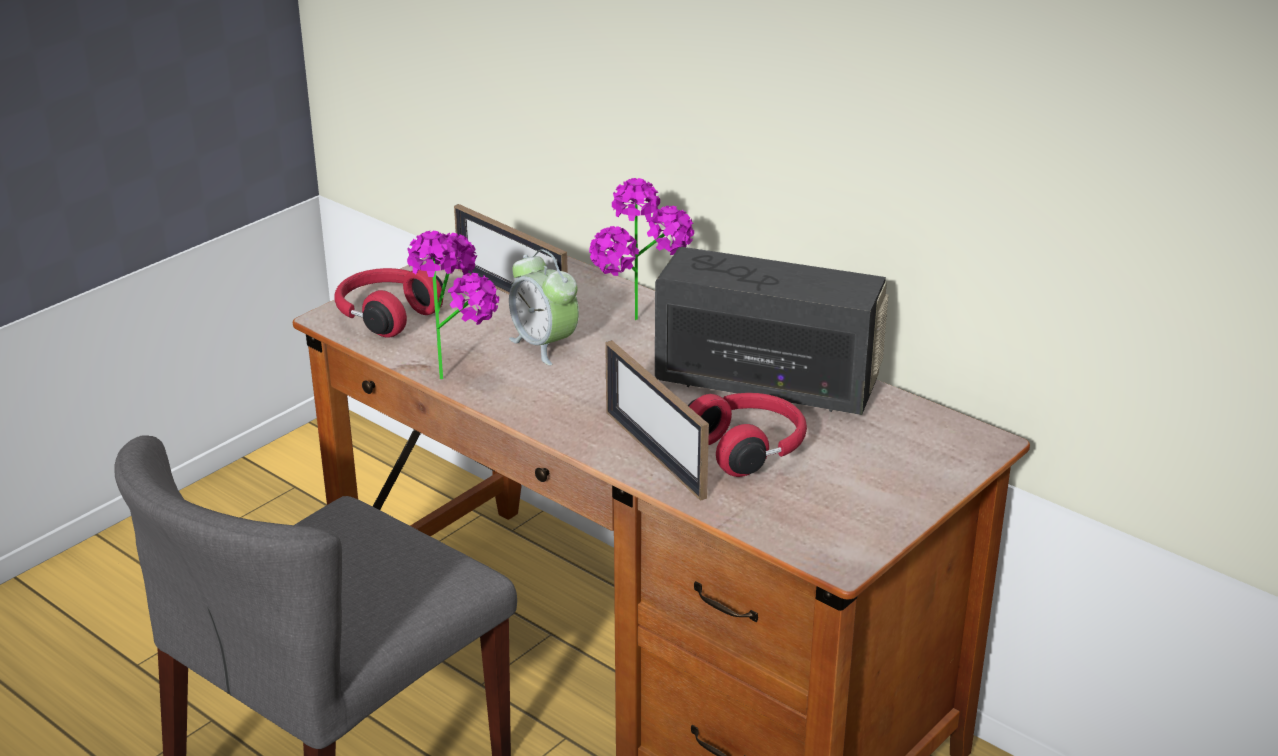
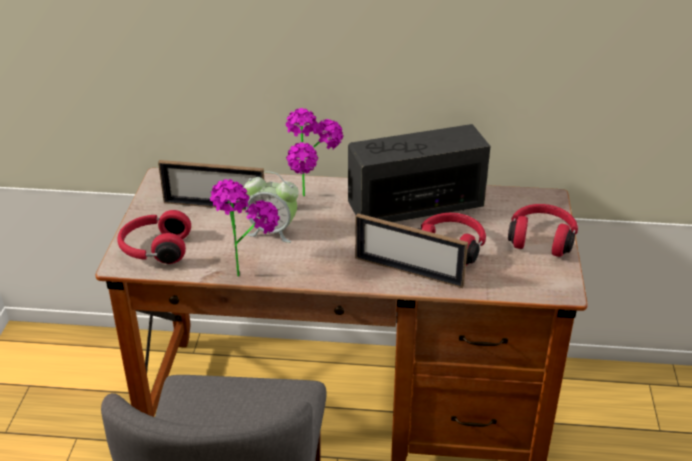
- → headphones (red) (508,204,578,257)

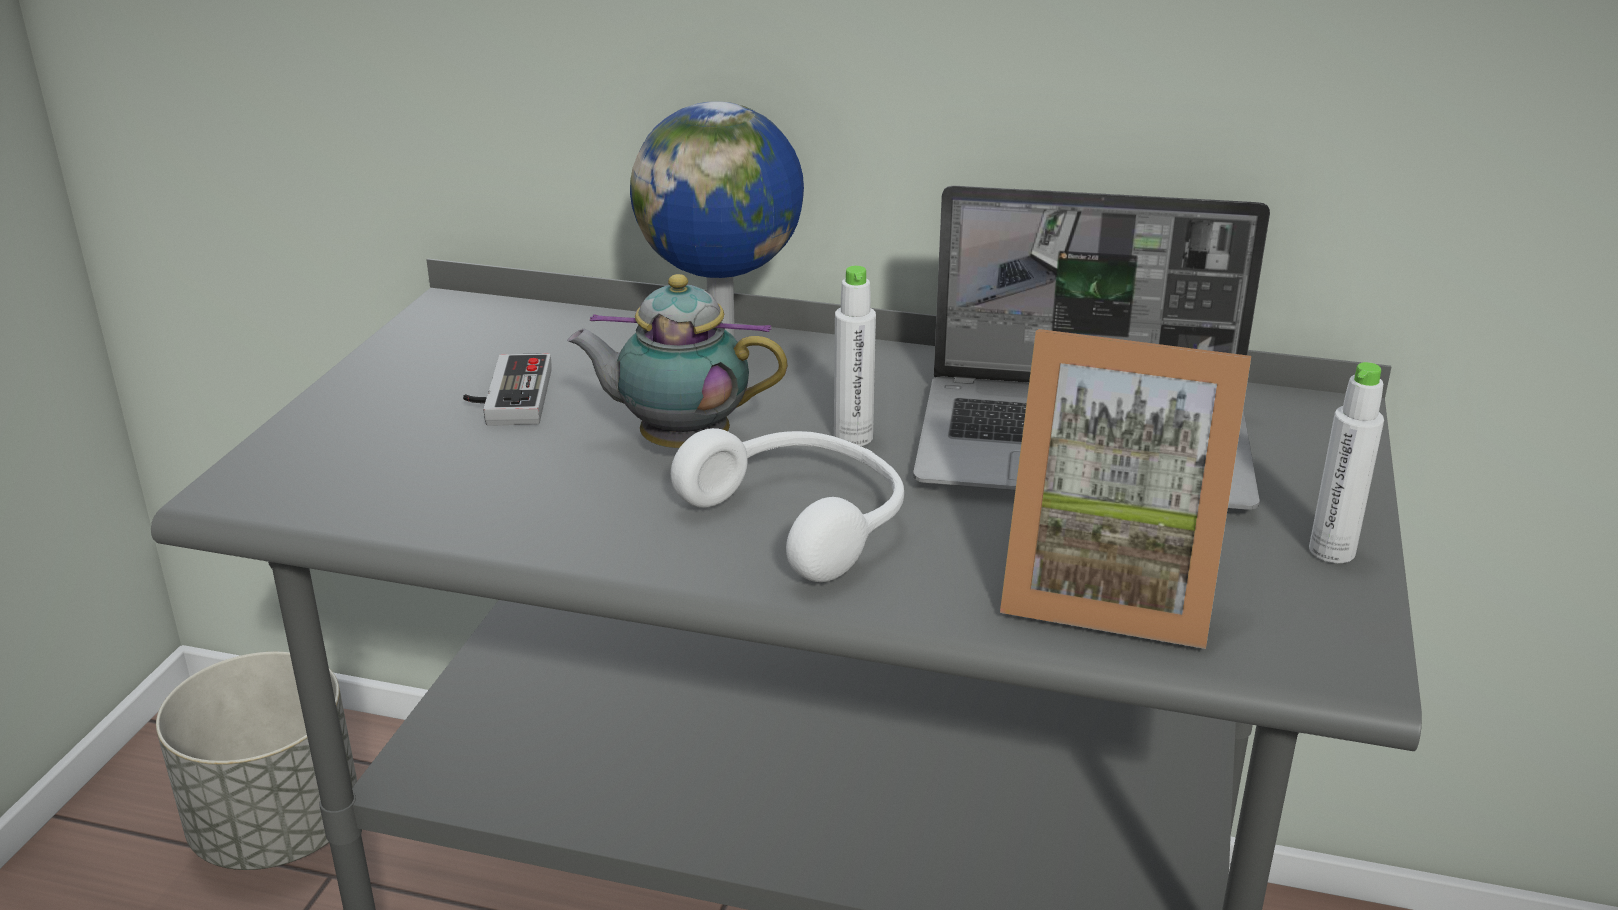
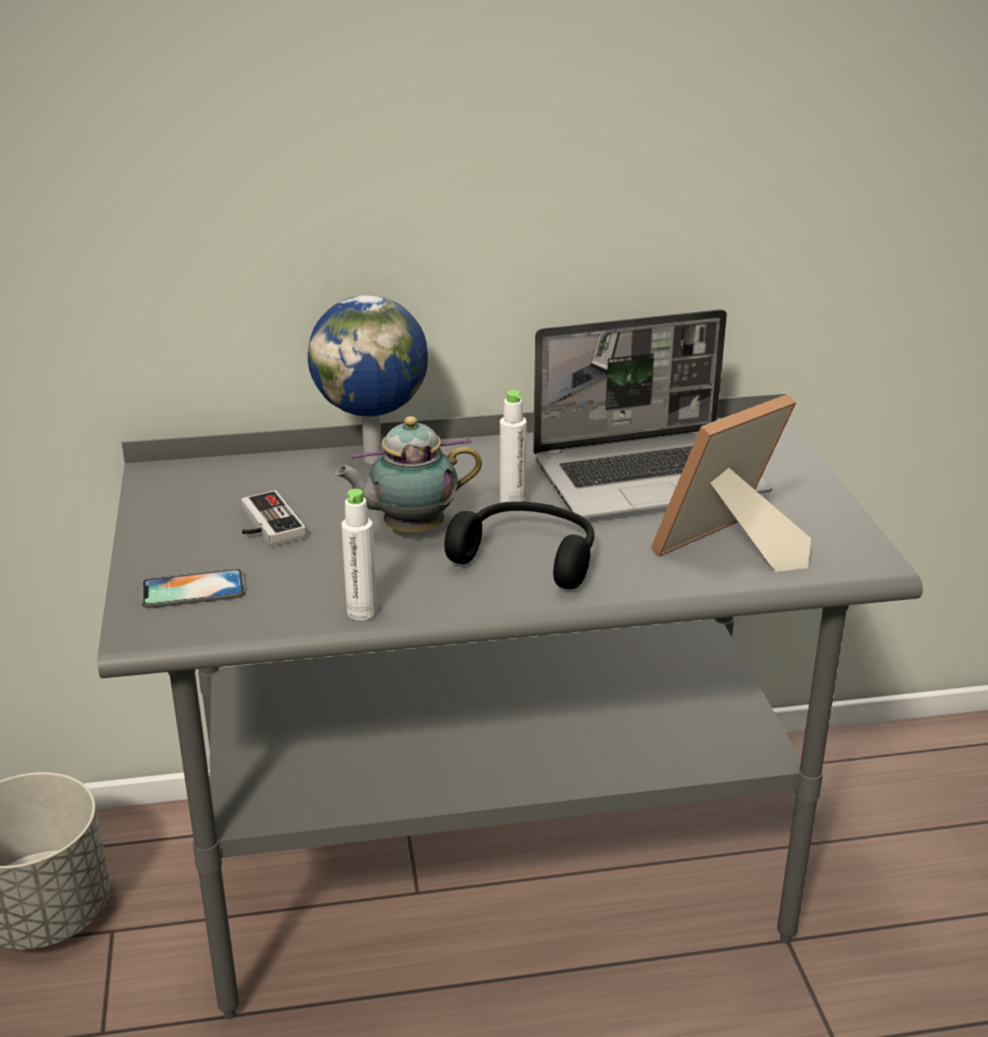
- → phone (141,568,245,608)
bottle (white) (1309,362,1384,563) → bottle (white) (341,489,377,620), move
headphones (white) (671,428,904,582) → headphones (black) (444,501,594,589)
picture frame (1000,329,1251,649) → picture frame (651,394,811,572), 150 degrees clockwise

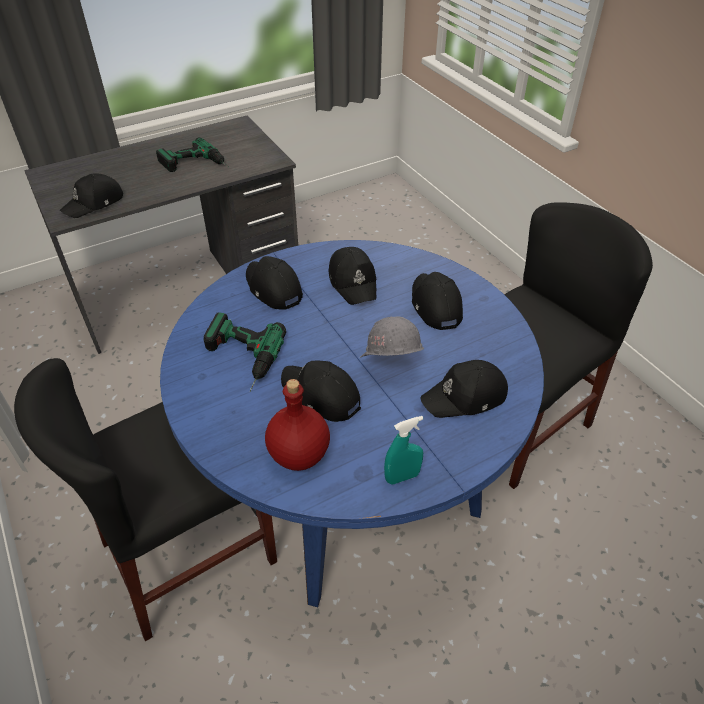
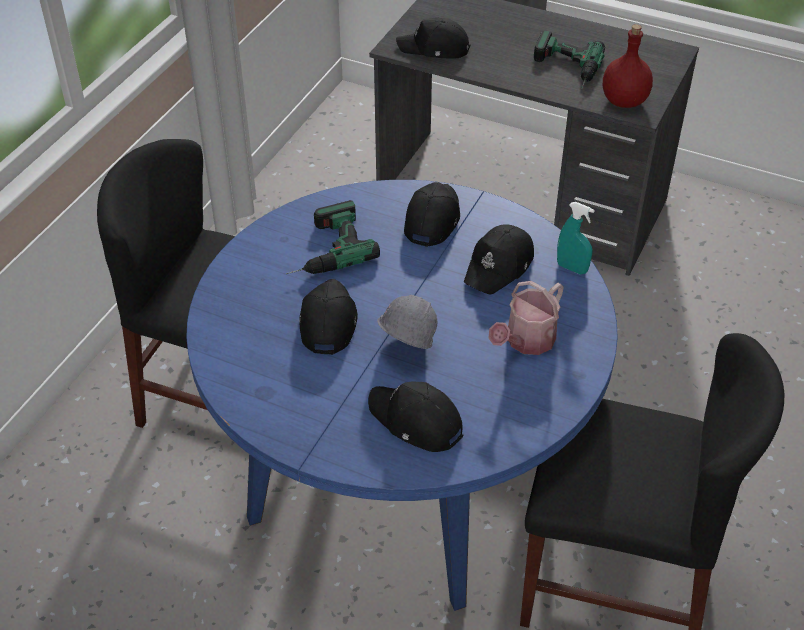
bottle (red) (265,379,330,471) → bottle (red) (603,24,653,108), move
spray bottle (turquoise) (384,416,423,485) → spray bottle (turquoise) (557,202,595,274), move
cap (black) (412,272,463,330) → watering can (489,281,564,355)

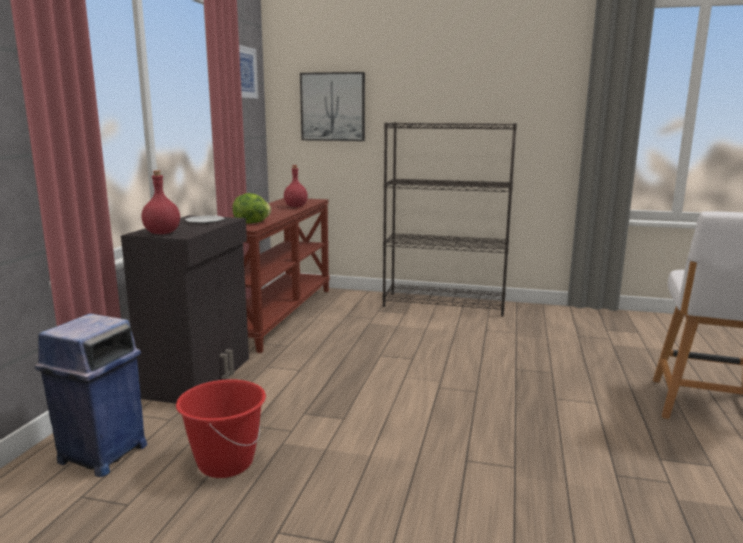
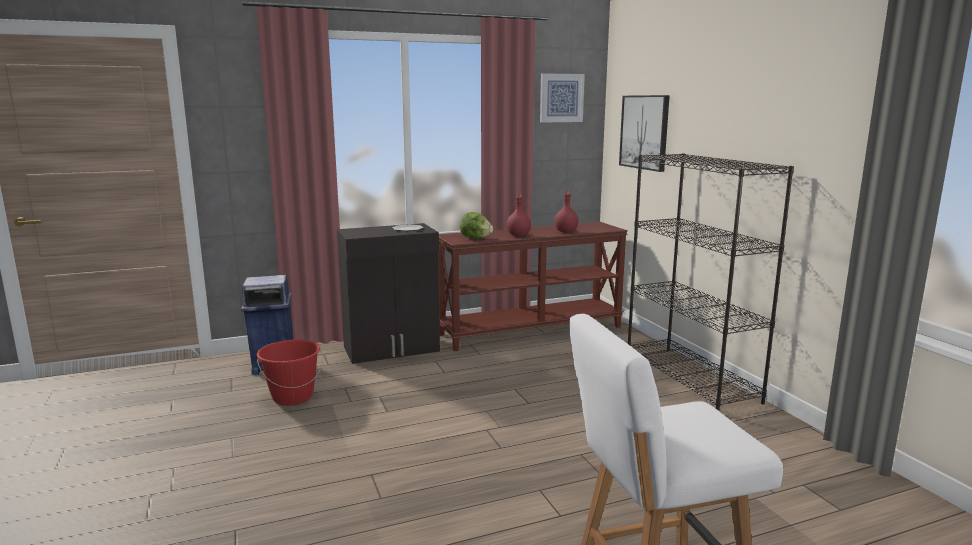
bottle (red) (142,170,180,234) → bottle (red) (507,193,531,237), move

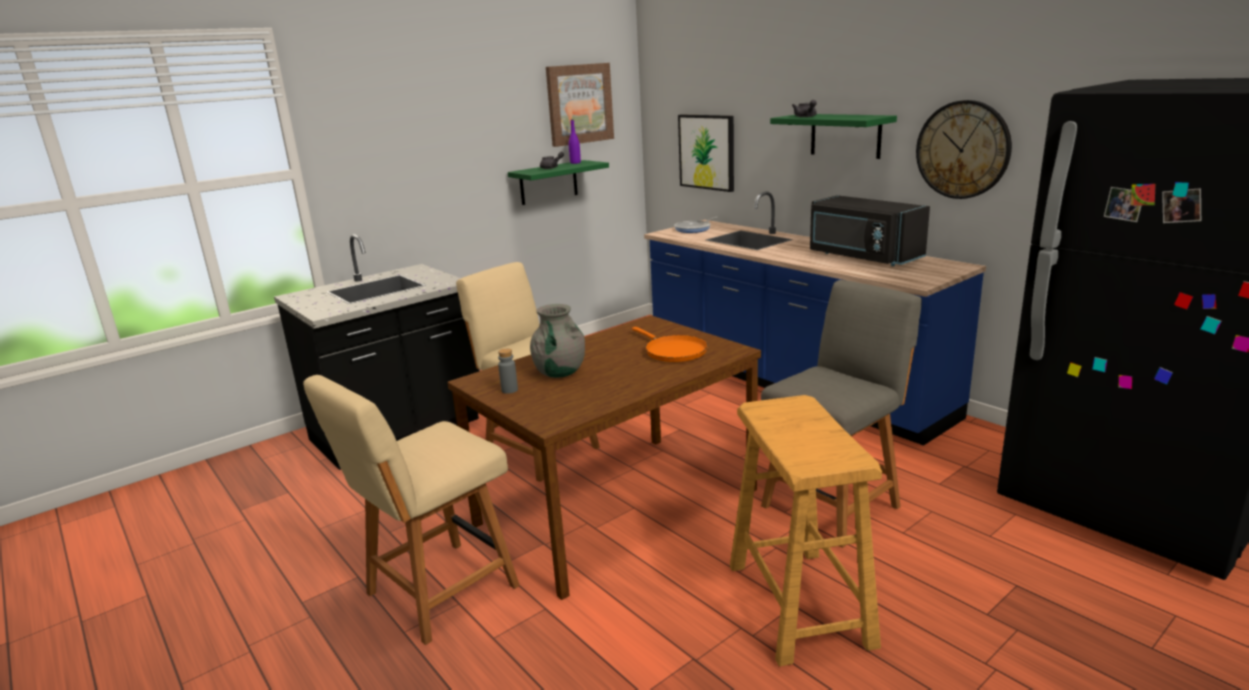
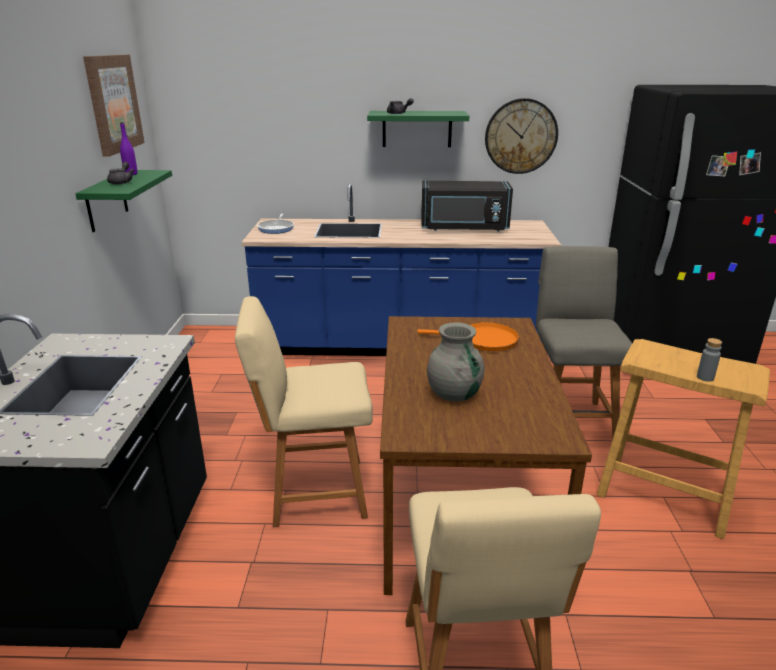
picture (678,114,734,192) → -
bottle (grey) (498,349,518,394) → bottle (grey) (697,338,722,382), move

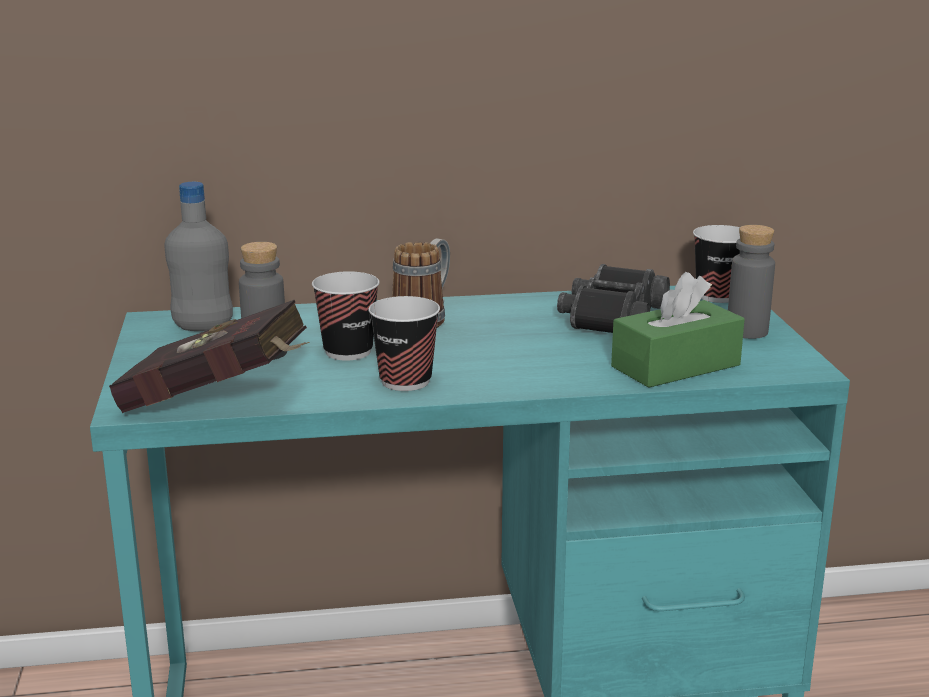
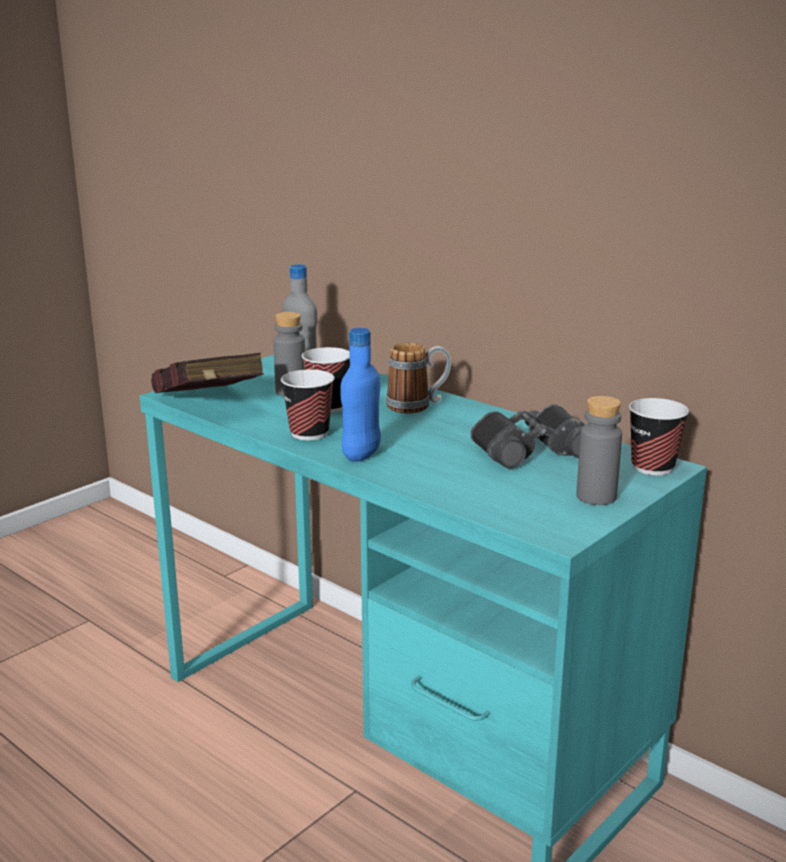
tissue box (green) (611,272,745,388) → -
- → bottle (blue) (340,328,381,462)

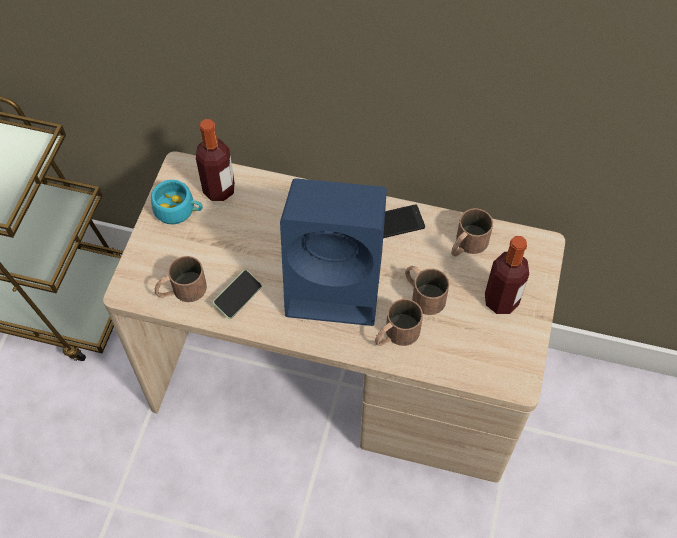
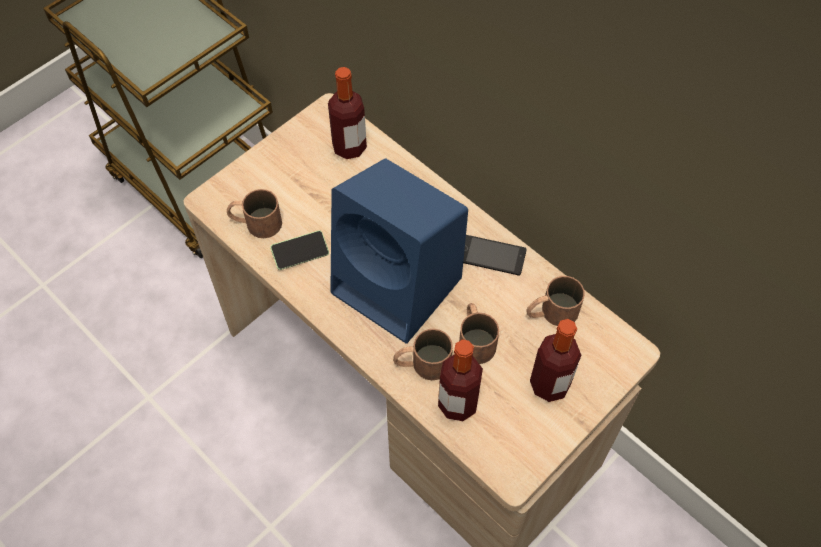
cup (turquoise) (151,180,203,224) → -
- → bottle (438,340,483,421)

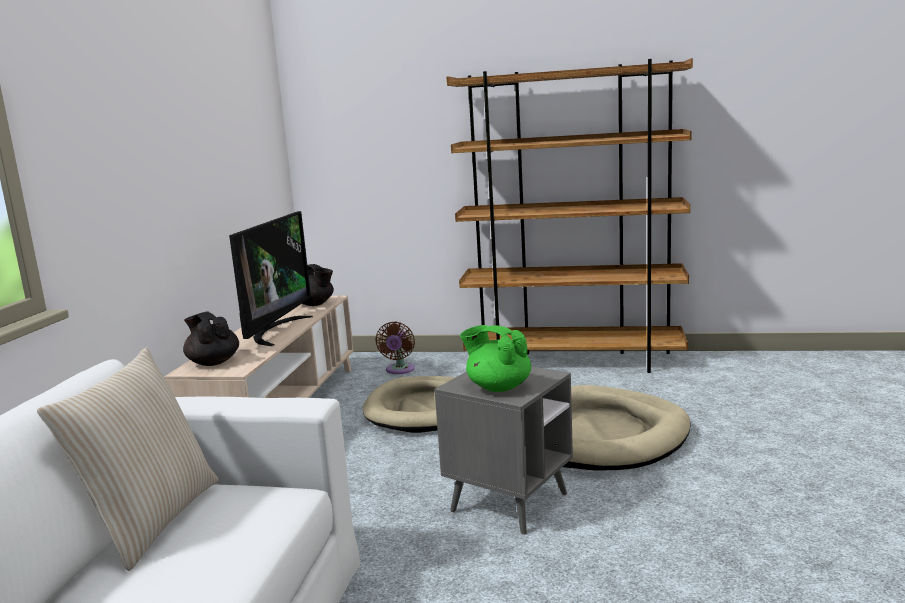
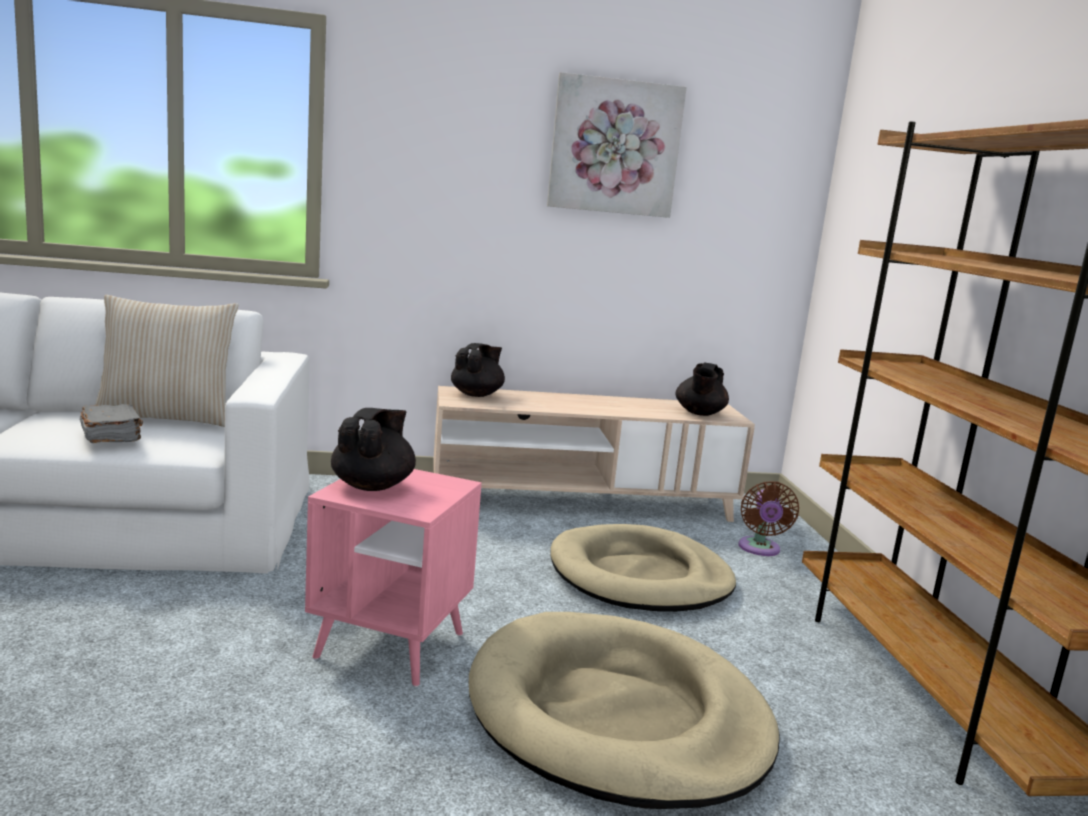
television (229,211,313,346) → -
- → book (grey) (79,404,143,443)
- → picture (547,72,687,218)
side table (grey) (435,366,573,535) → side table (pink) (305,469,482,687)
teapot (green) (460,325,531,392) → teapot (black) (331,408,416,491)
fan (brown) (375,321,415,374) → fan (brown) (738,481,799,556), 75 degrees counterclockwise

